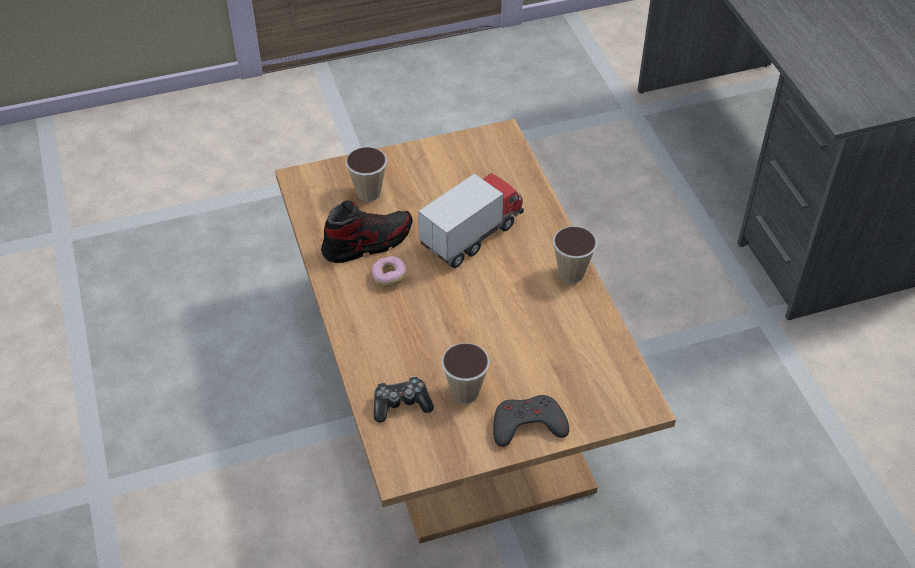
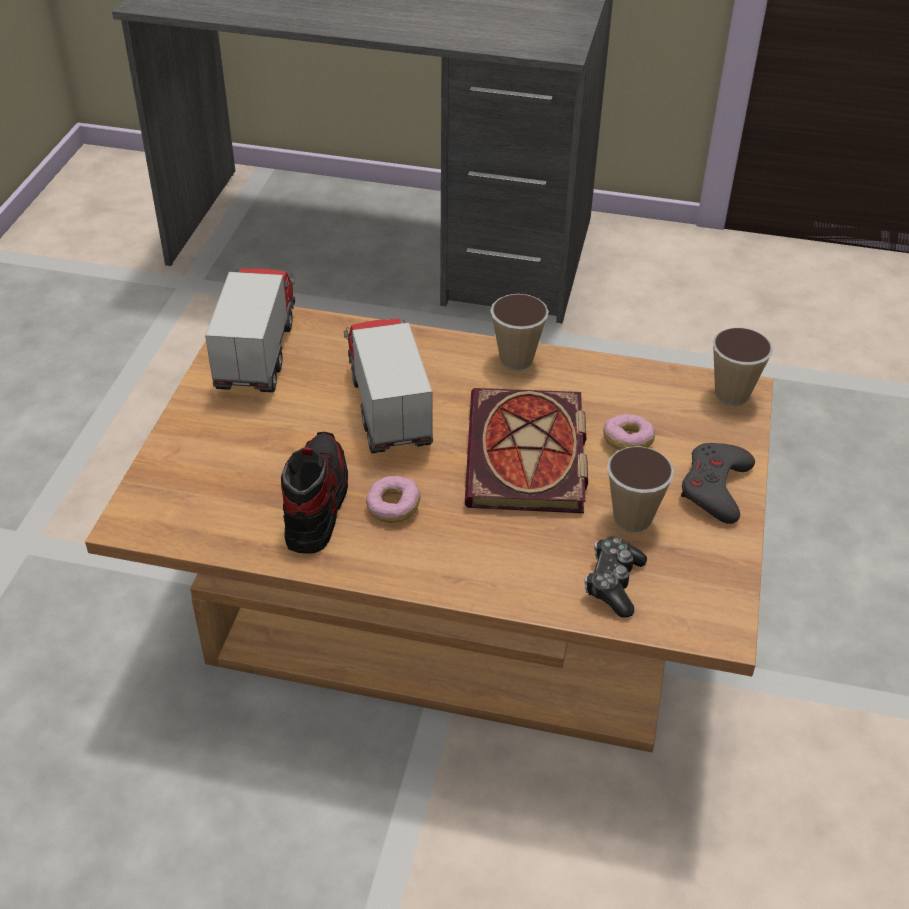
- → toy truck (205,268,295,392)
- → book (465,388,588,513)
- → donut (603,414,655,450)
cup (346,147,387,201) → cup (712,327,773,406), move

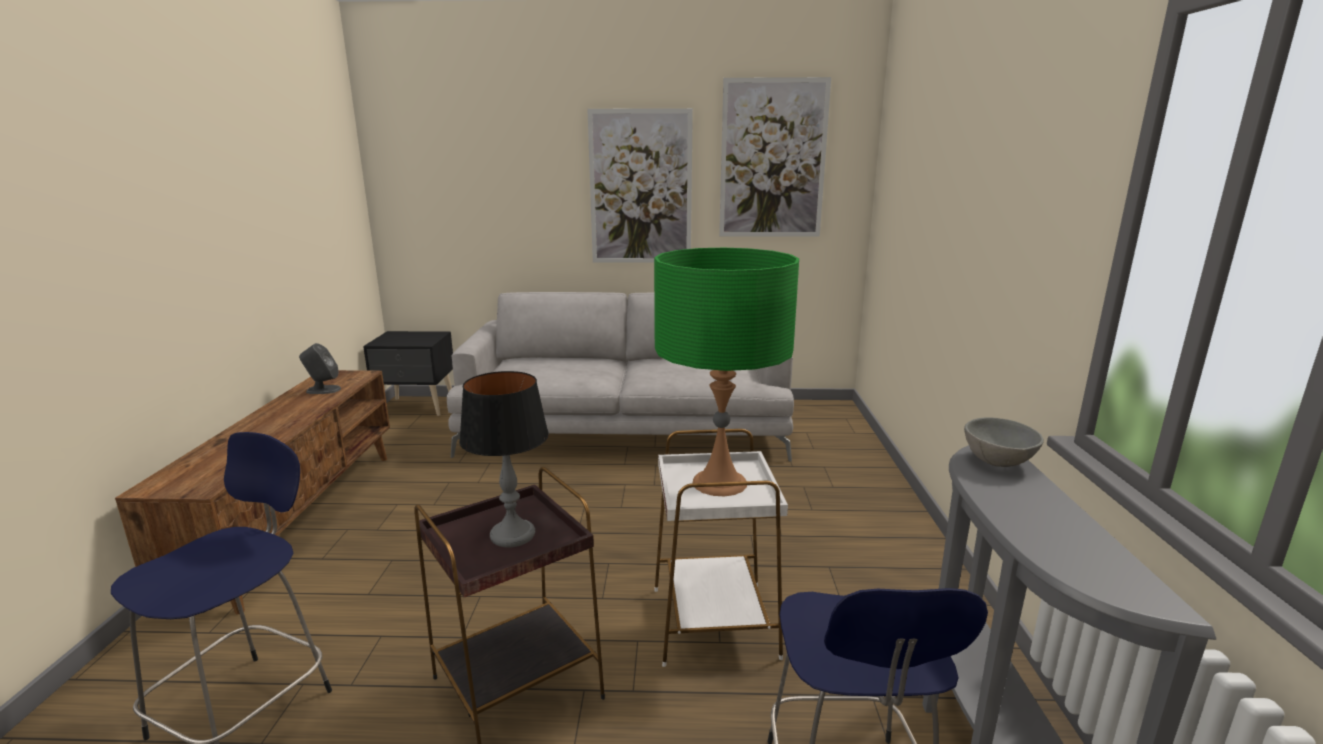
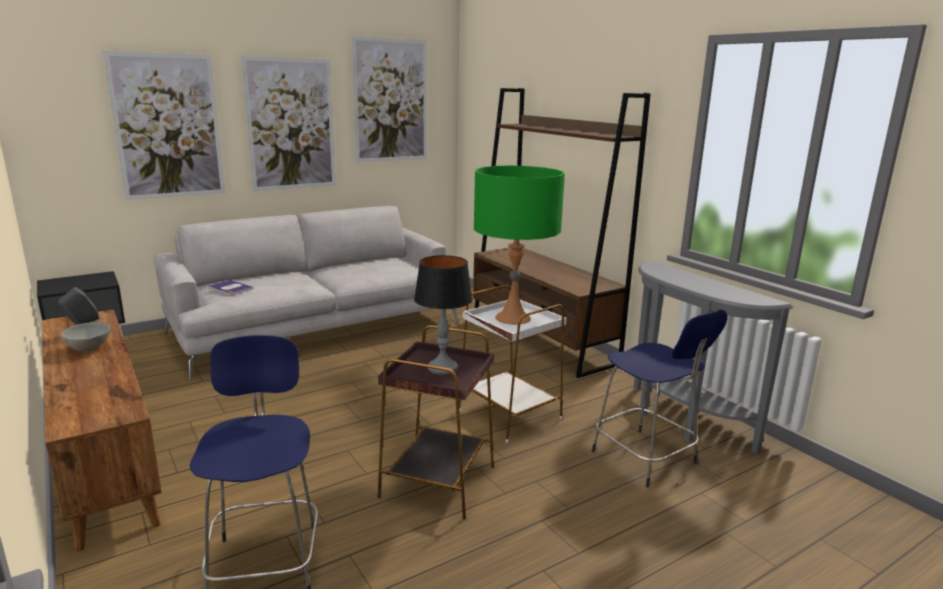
- → picture (103,51,225,200)
- → book (209,280,253,295)
- → bookcase (brown) (473,88,651,378)
bowl (grey) (964,417,1044,467) → bowl (grey) (61,322,110,351), move

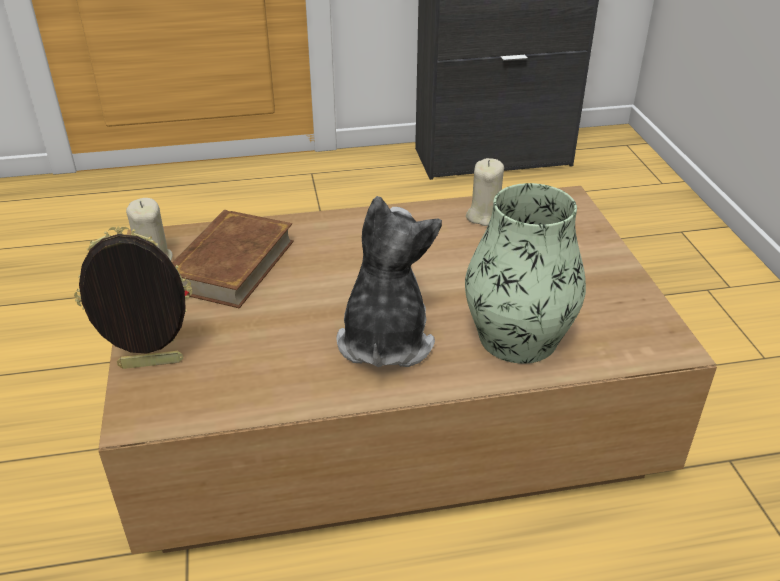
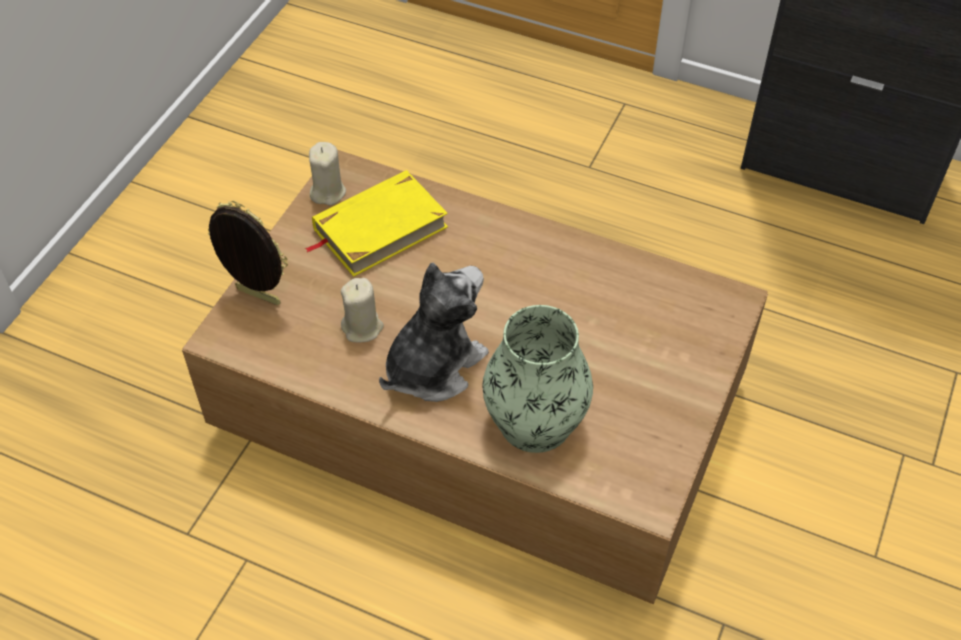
candle (beige) (466,158,504,226) → candle (beige) (341,278,384,342), move
book (brown) (172,210,294,308) → book (yellow) (305,170,448,277)

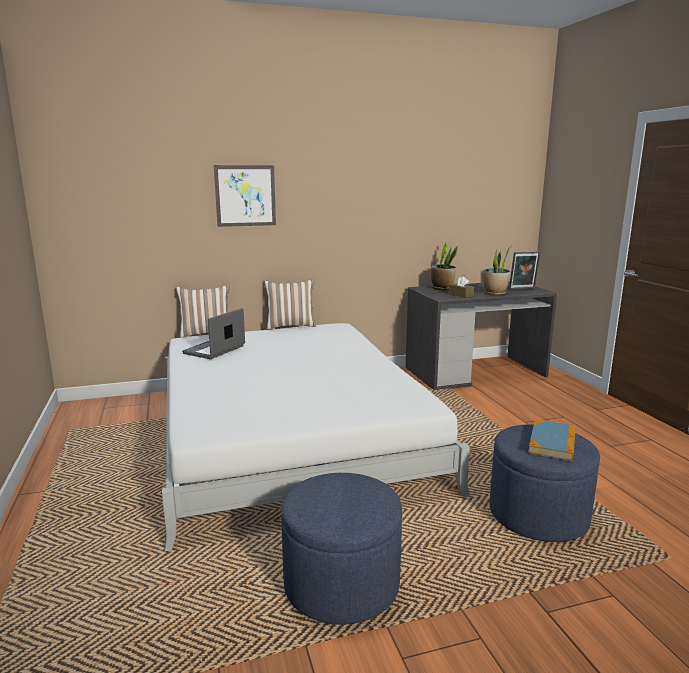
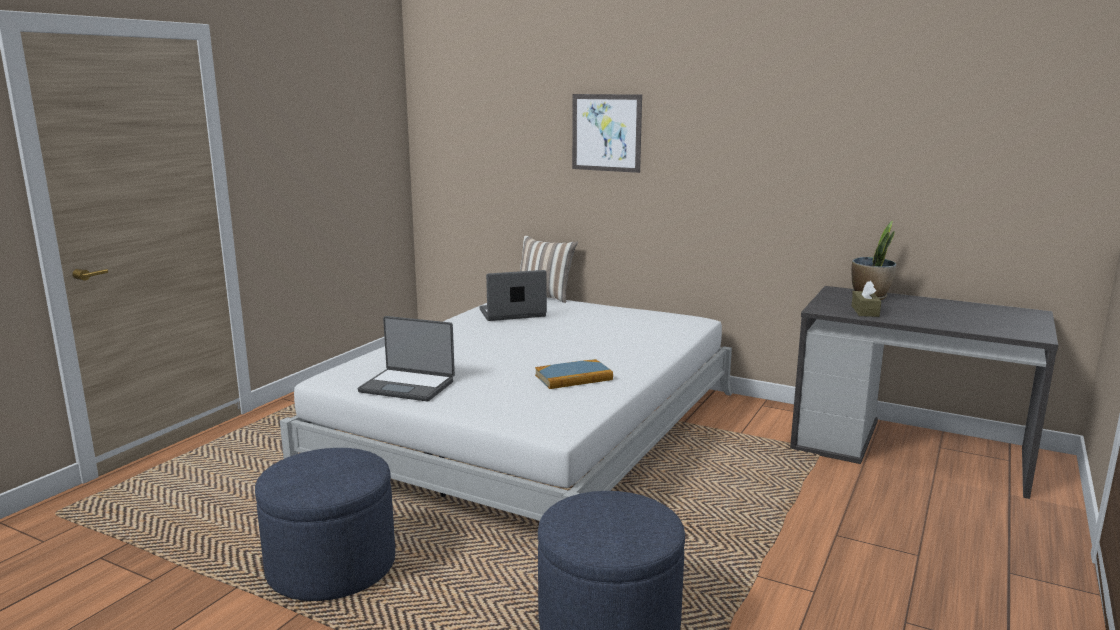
pillow (264,279,316,329) → -
potted plant (484,246,511,295) → -
picture frame (509,252,540,289) → -
- → laptop (358,316,455,401)
book (528,419,575,461) → book (535,359,613,389), move

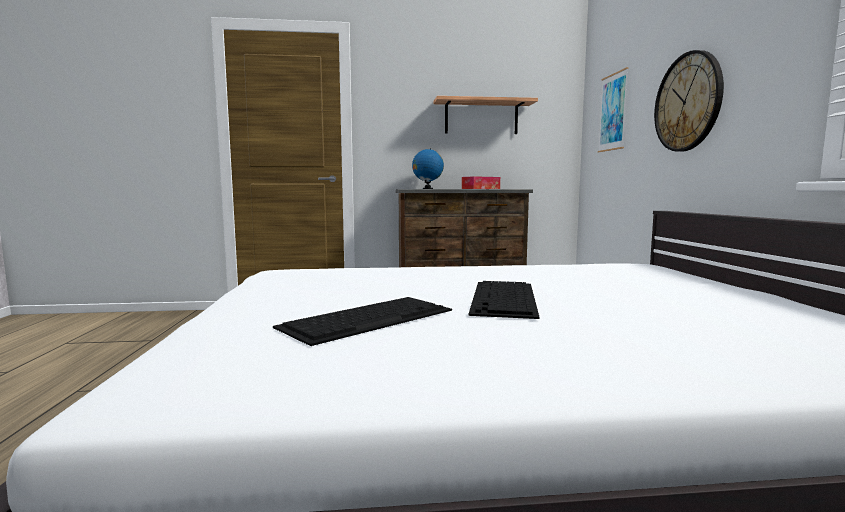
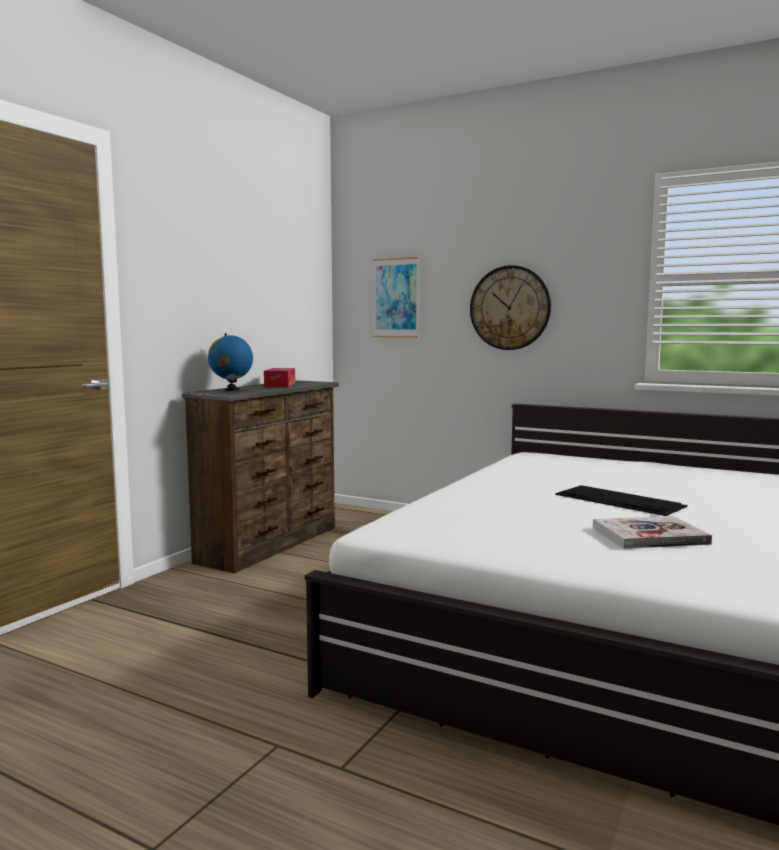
shelf (433,96,538,134) → -
keyboard (273,297,452,346) → book (593,516,712,549)

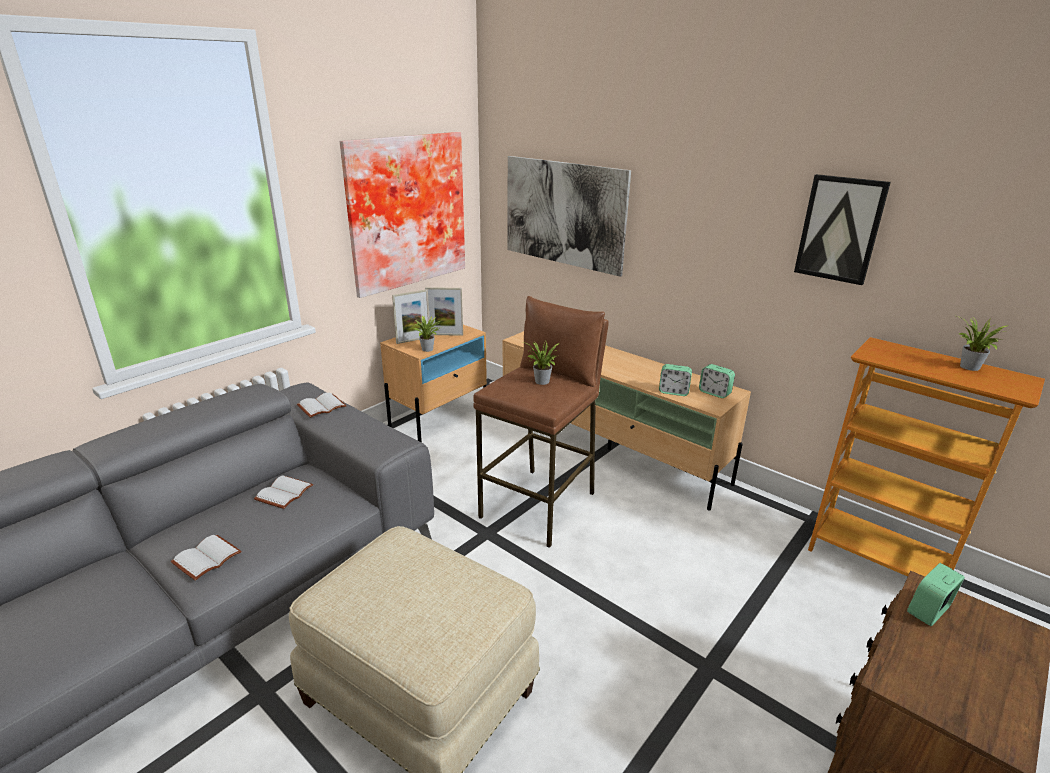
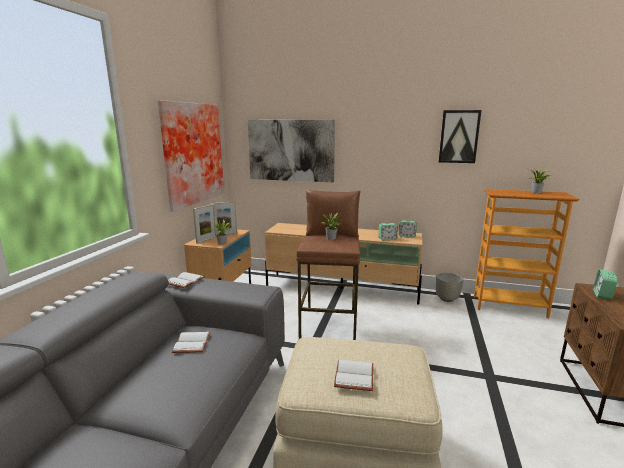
- → planter (grey) (435,272,463,302)
book (white) (171,535,242,581) → book (white) (334,360,373,391), move

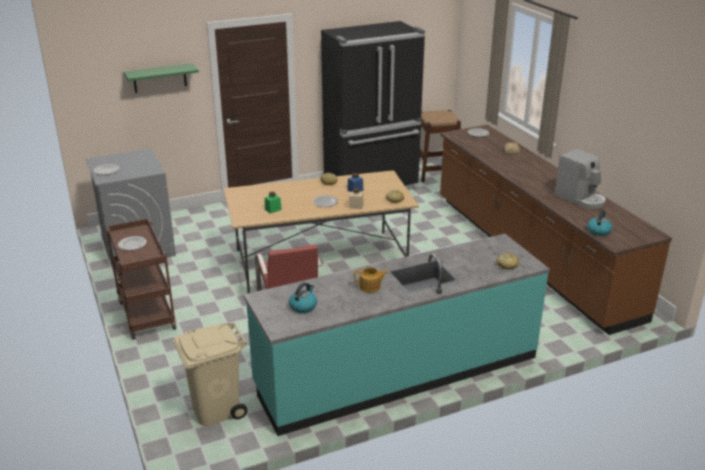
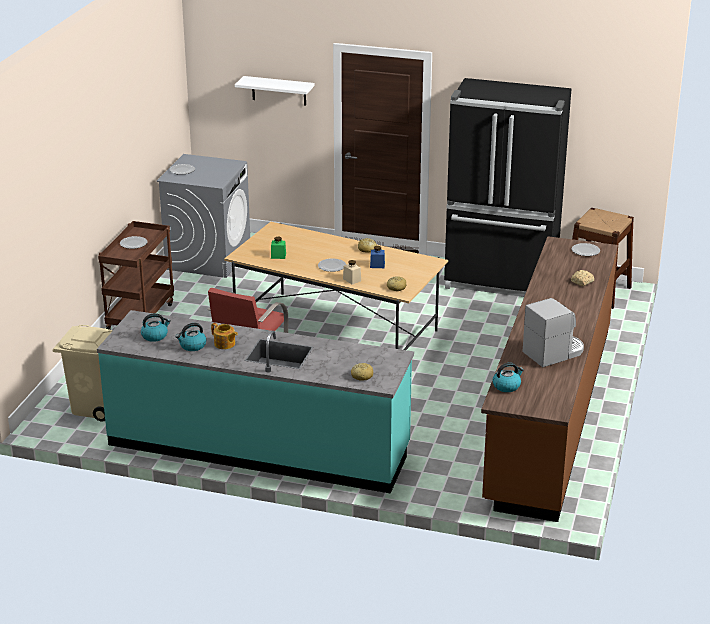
- → kettle (176,323,206,351)
shelf (green) (124,63,199,93) → shelf (white) (235,76,315,106)
coffee machine (555,149,606,209) → coffee machine (523,298,584,367), 120 degrees counterclockwise

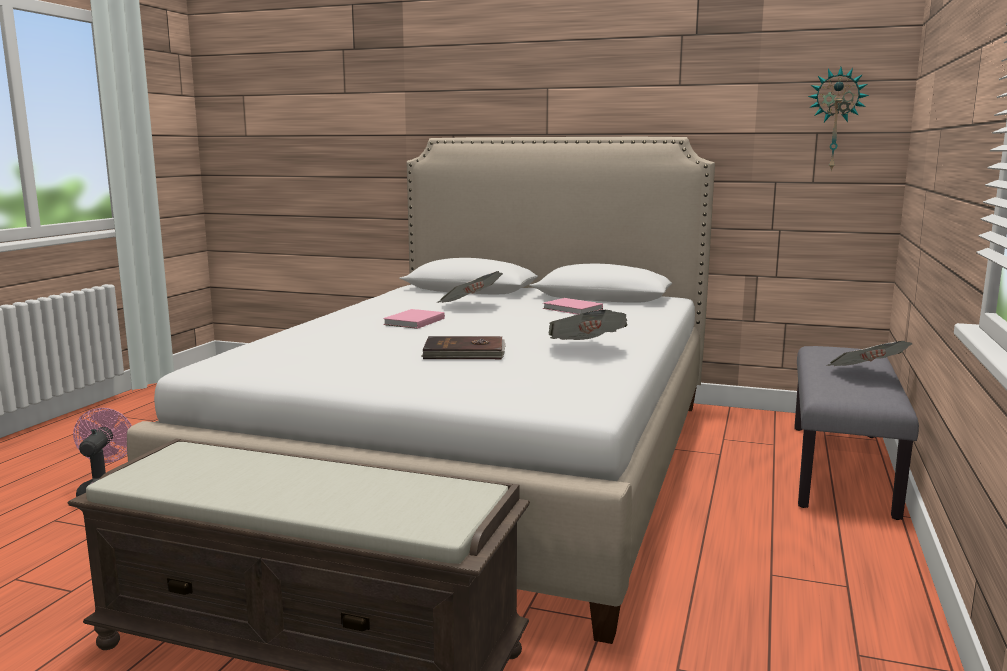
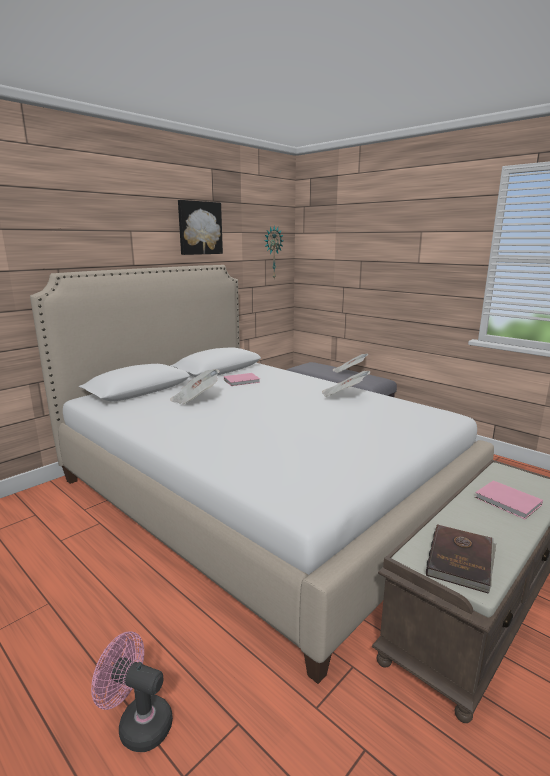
- → picture (178,200,223,255)
book (pink) (383,309,445,329) → book (pink) (475,480,543,519), move
book (brown) (421,336,506,359) → book (brown) (426,524,496,594), move

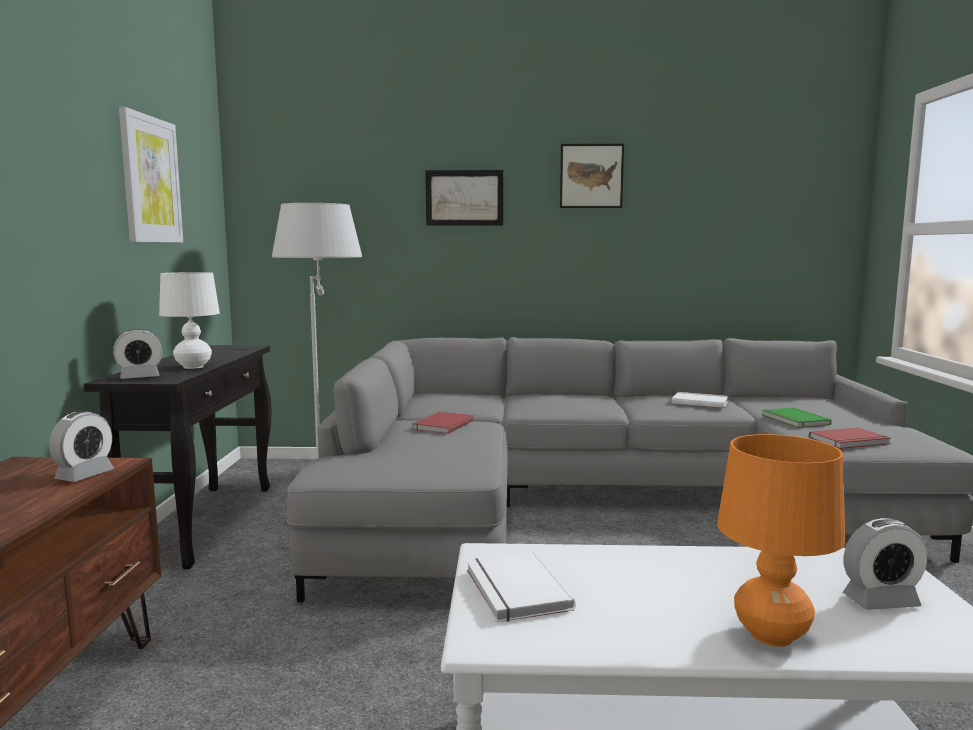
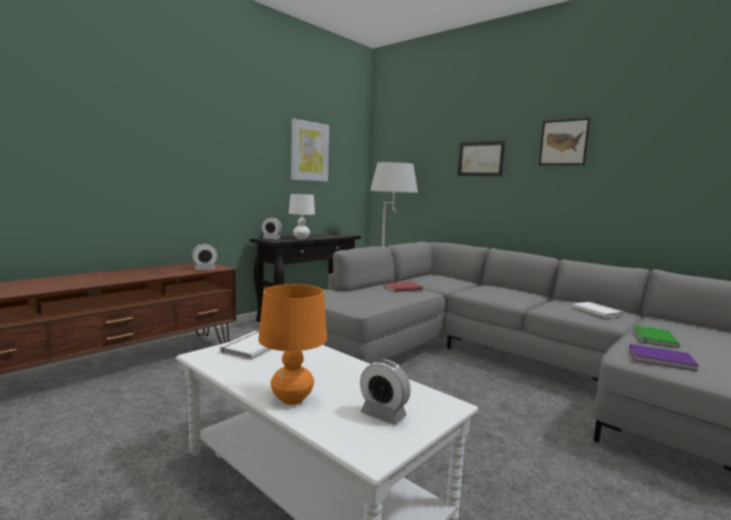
book (red) (809,427,891,449) → book (purple) (629,344,699,371)

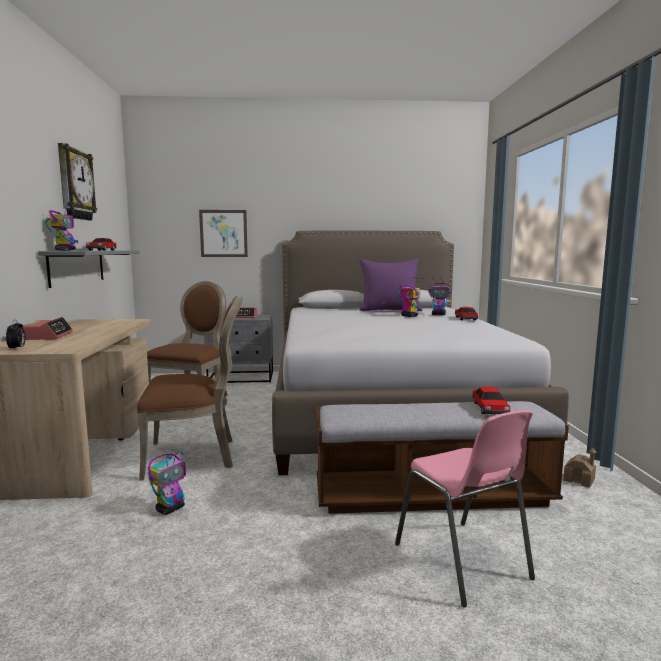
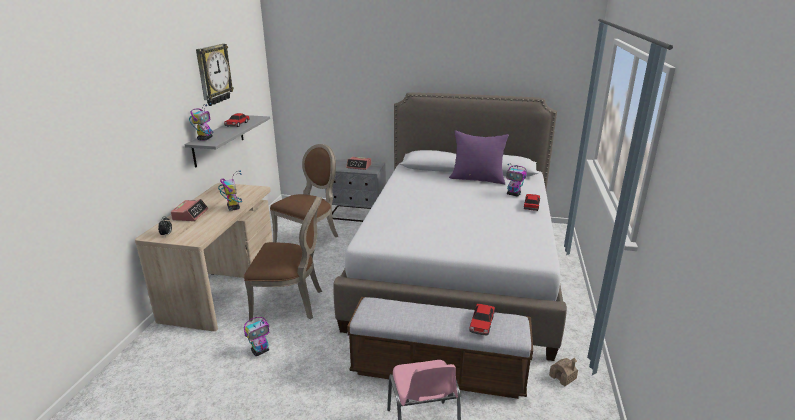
picture (199,210,248,257) → -
toy robot (398,277,423,317) → toy robot (218,170,242,211), move

